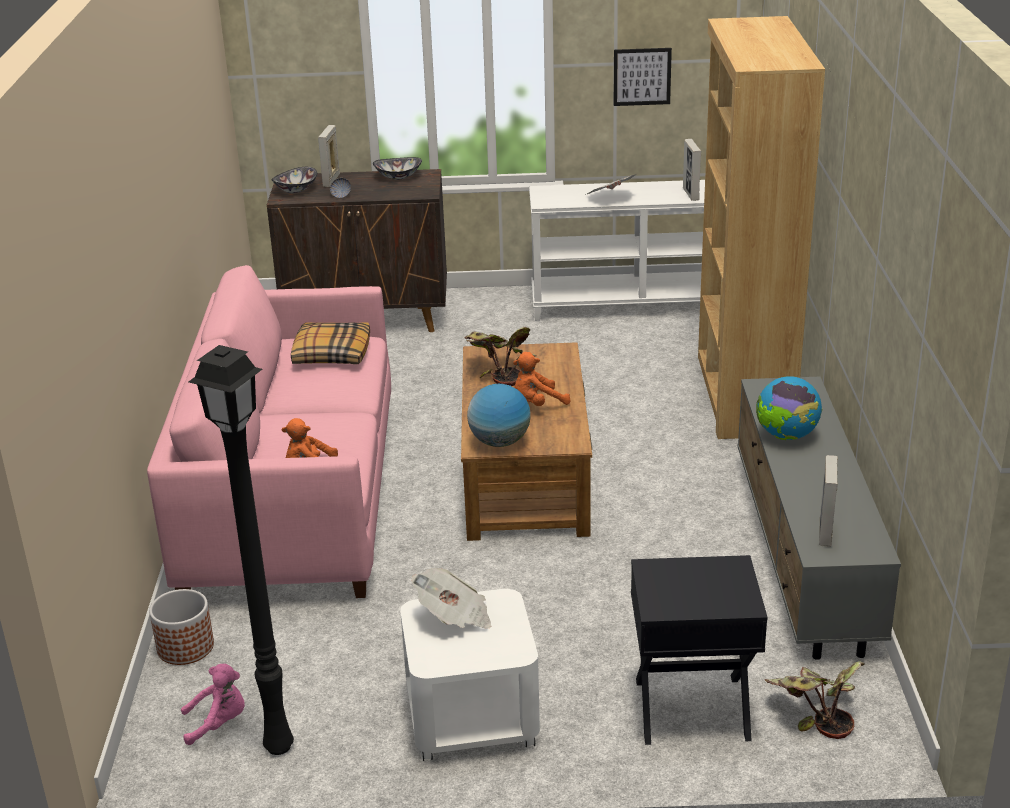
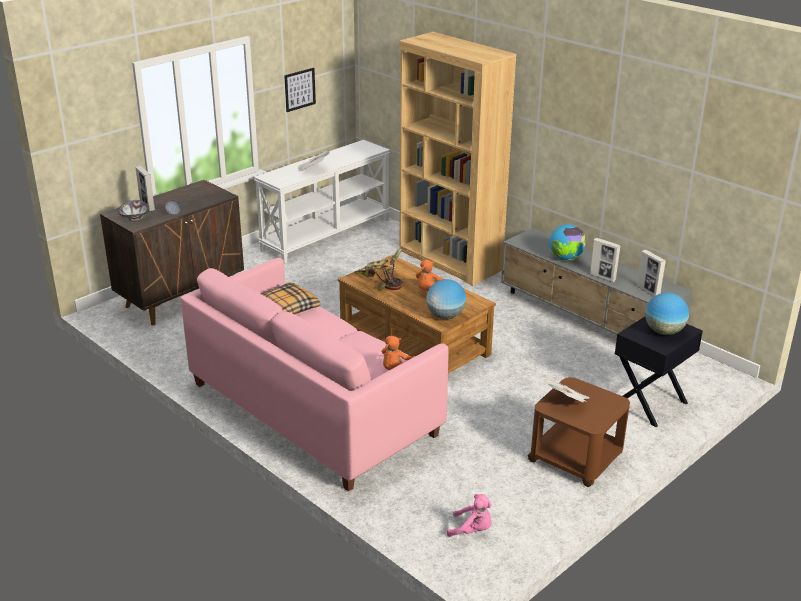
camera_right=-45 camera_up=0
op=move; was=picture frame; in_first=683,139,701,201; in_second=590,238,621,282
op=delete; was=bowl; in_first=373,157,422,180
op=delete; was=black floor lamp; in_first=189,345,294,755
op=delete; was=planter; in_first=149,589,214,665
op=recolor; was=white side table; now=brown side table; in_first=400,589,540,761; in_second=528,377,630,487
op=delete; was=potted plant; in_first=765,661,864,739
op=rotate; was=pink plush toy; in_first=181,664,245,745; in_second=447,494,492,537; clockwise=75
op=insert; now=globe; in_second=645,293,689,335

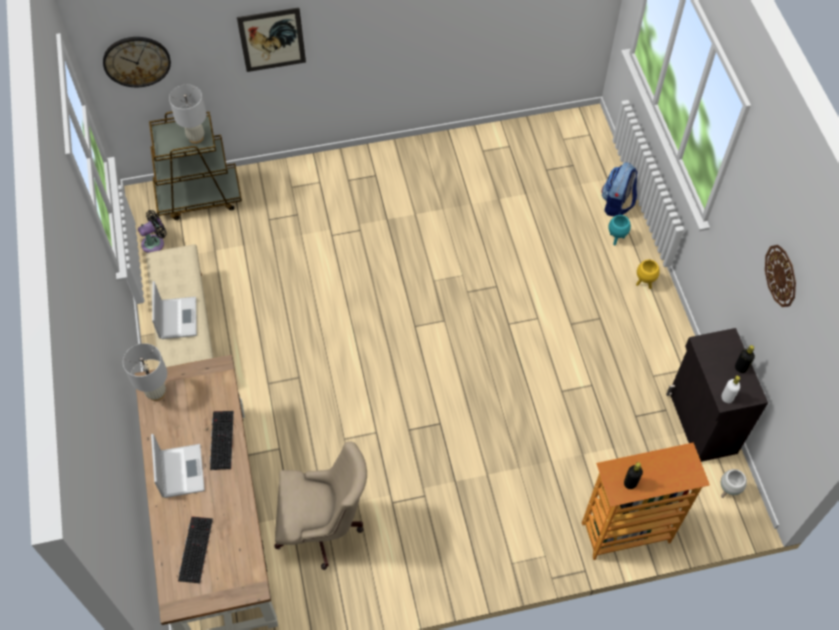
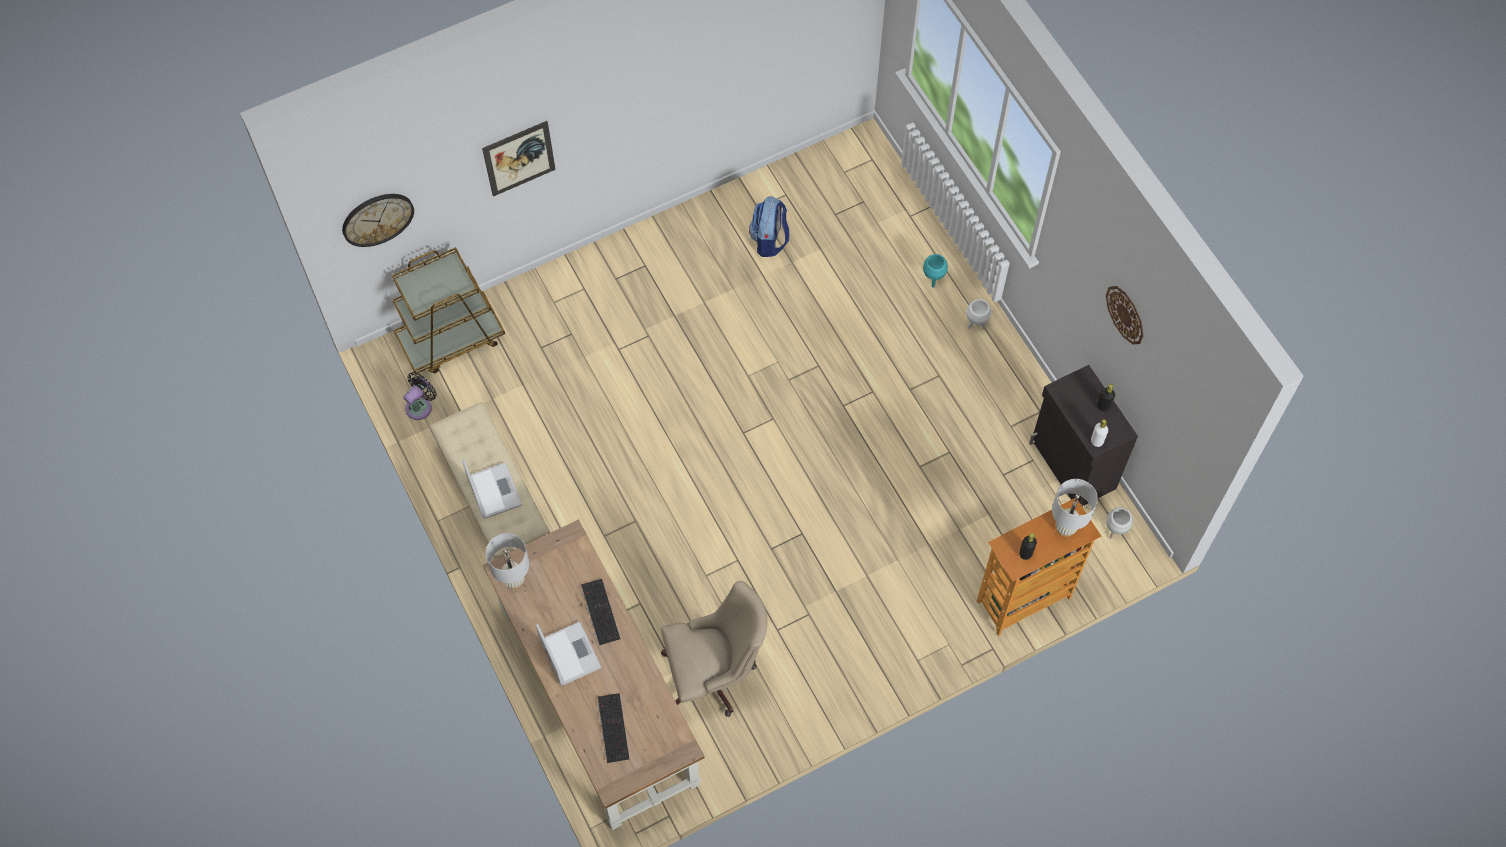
camera_right=-15 camera_up=5
op=move; was=white table lamp; in_first=169,85,207,144; in_second=1052,479,1098,537
op=move; was=backpack; in_first=601,162,638,216; in_second=749,196,789,257
op=recolor; was=yellow planter; now=white planter; in_first=636,260,660,289; in_second=966,299,991,329

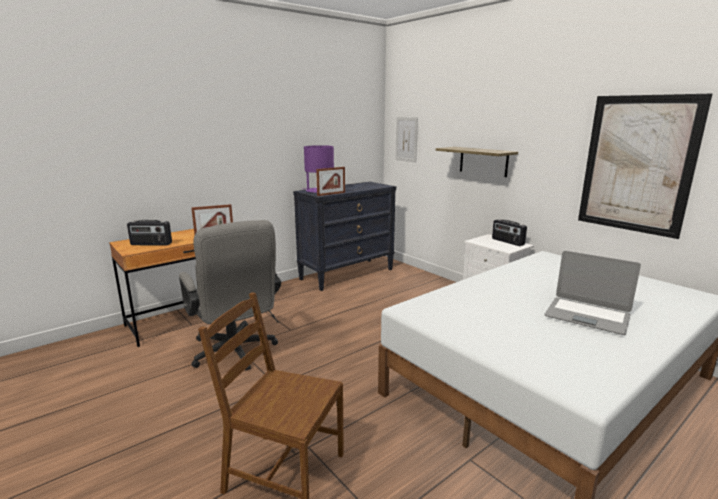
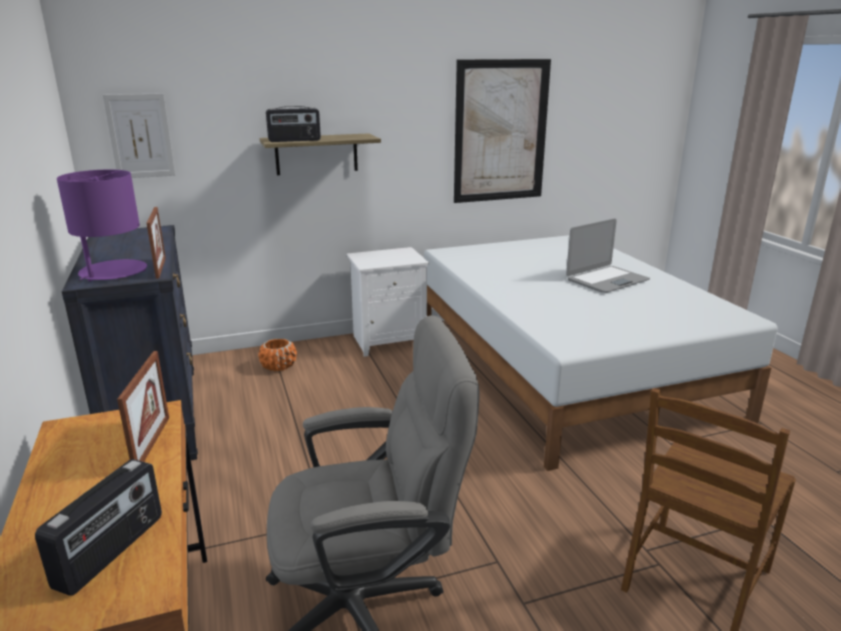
camera_right=-70 camera_up=5
op=move; was=radio; in_first=492,219,527,246; in_second=266,106,321,142
op=insert; now=orange planter; in_second=258,339,297,371

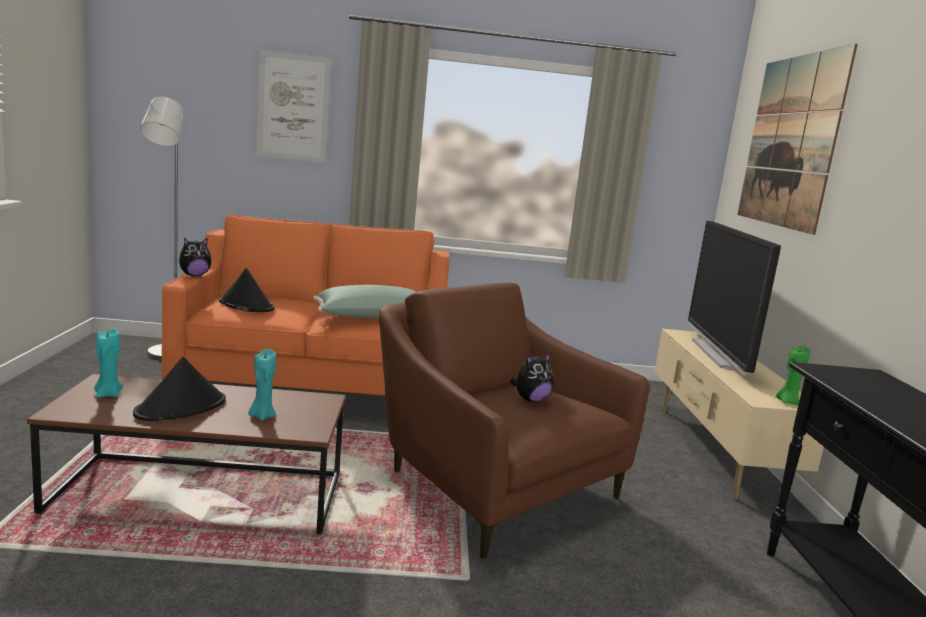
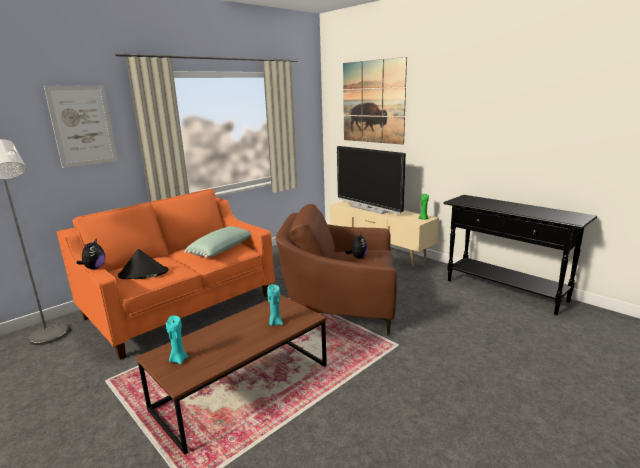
camera_right=-40 camera_up=5
op=delete; was=black hat; in_first=133,357,226,421

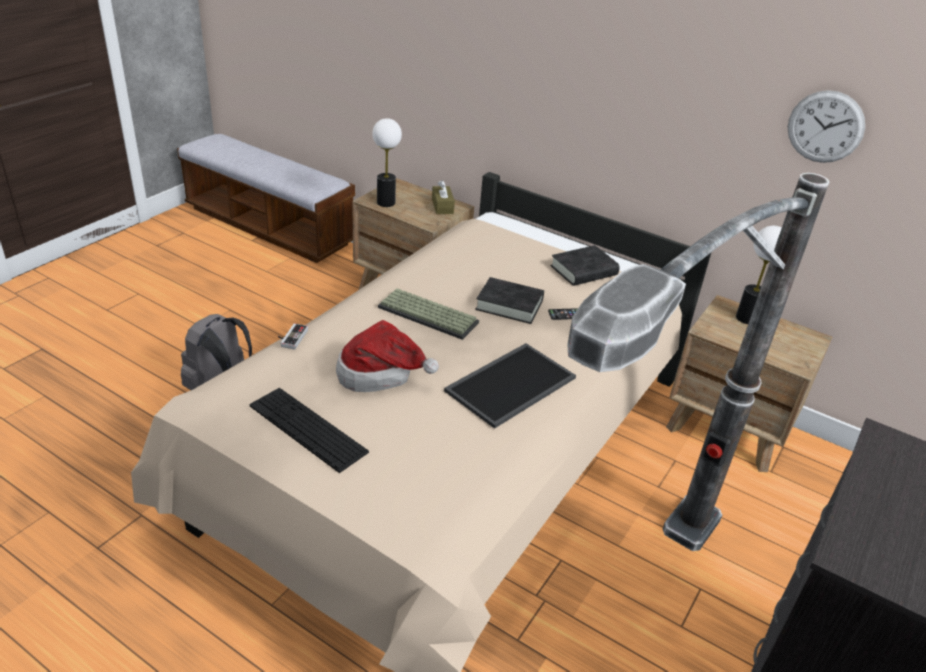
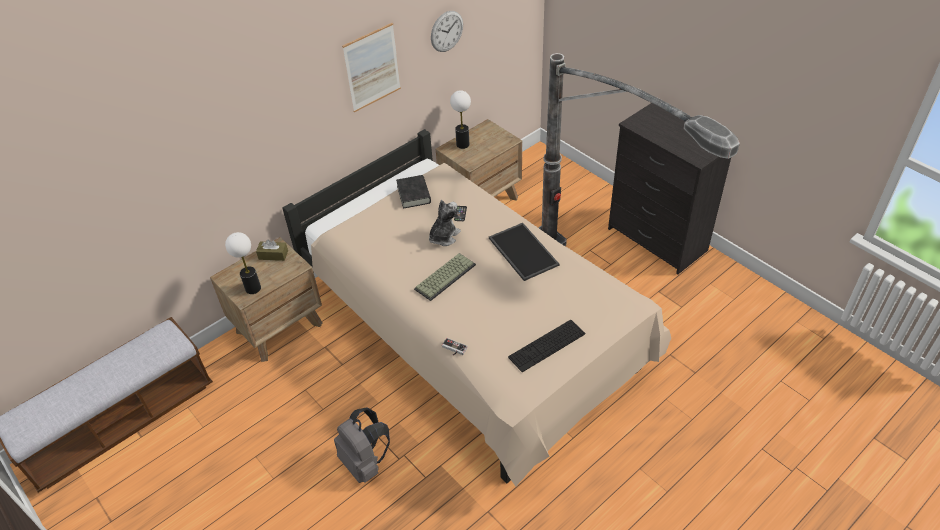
camera_right=-70 camera_up=10
op=replace; was=black book; now=plush toy; in_first=475,277,544,324; in_second=429,200,461,246
op=delete; was=hat; in_first=336,320,439,392
op=insert; now=picture; in_second=342,23,401,112

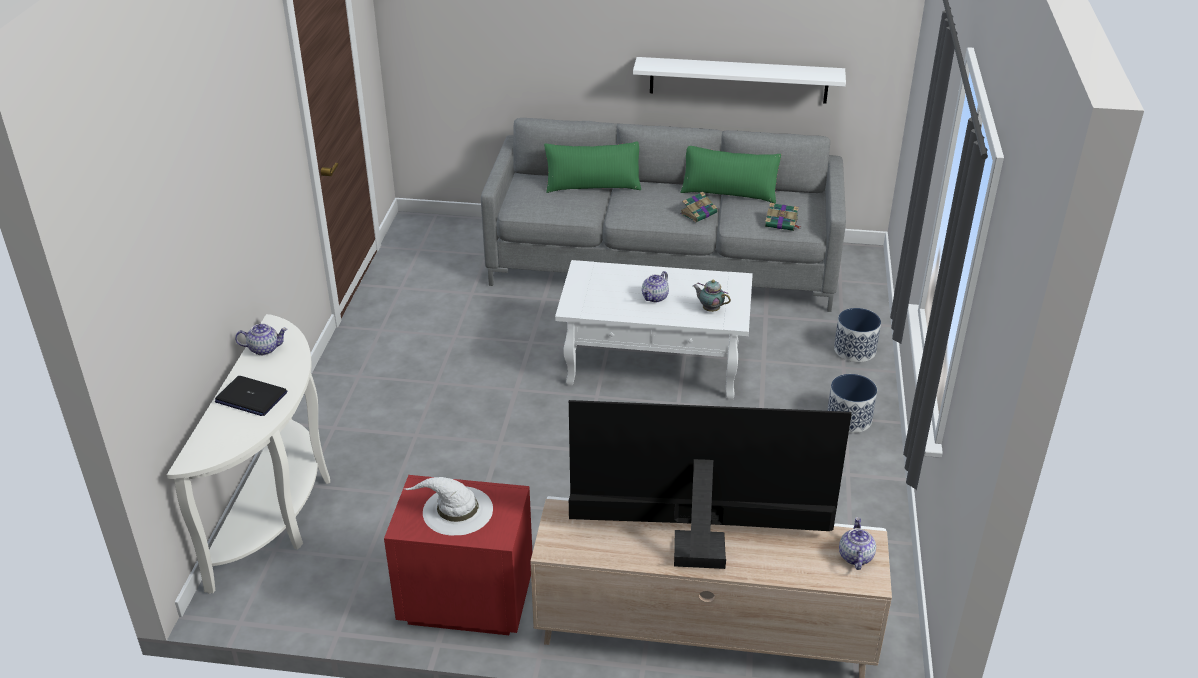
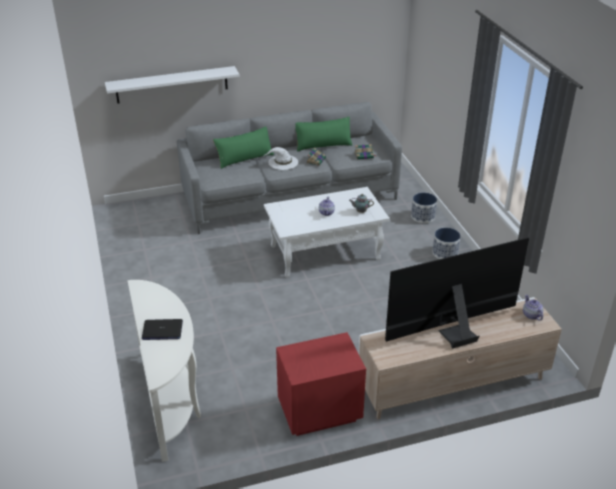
camera_right=-25 camera_up=0
op=move; was=white shelf; in_first=633,57,846,104; in_second=105,66,240,103
op=delete; was=teapot; in_first=235,324,287,355
op=move; was=white hat; in_first=404,477,493,535; in_second=265,147,298,170

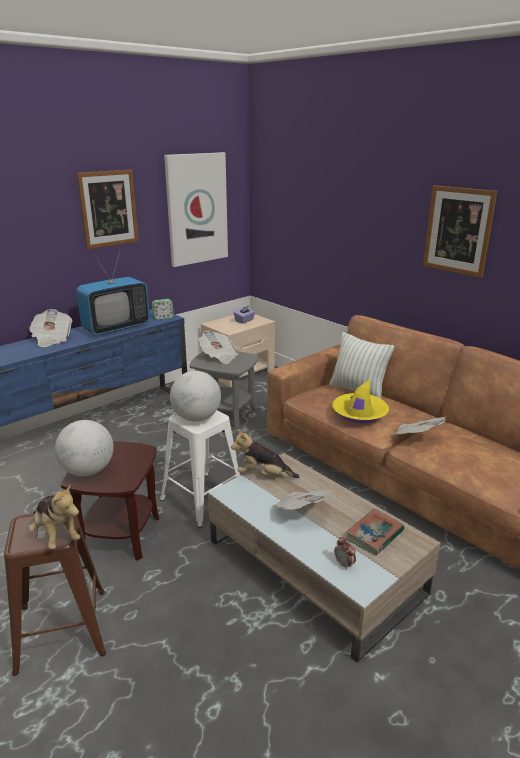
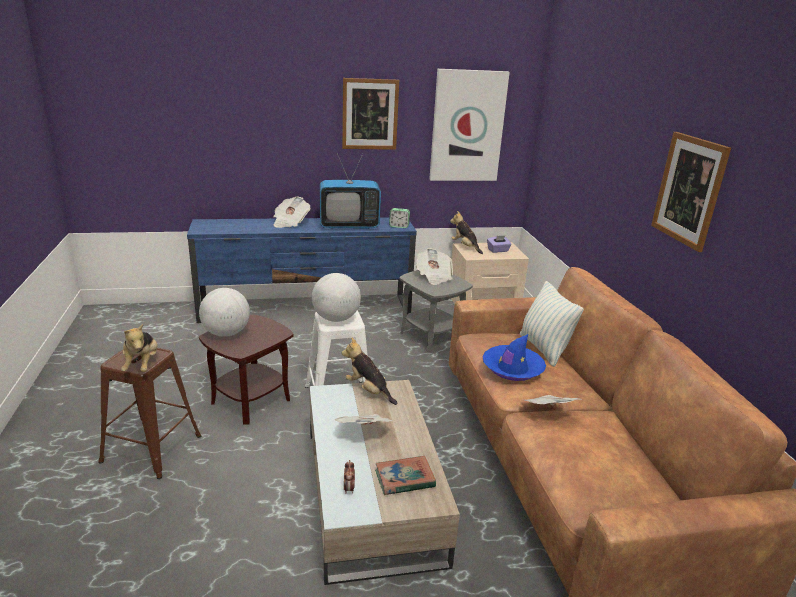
camera_right=30 camera_up=0
op=recolor; was=yellow hat; now=blue hat; in_first=332,379,389,423; in_second=482,334,546,381
op=insert; now=plush toy; in_second=450,211,483,254

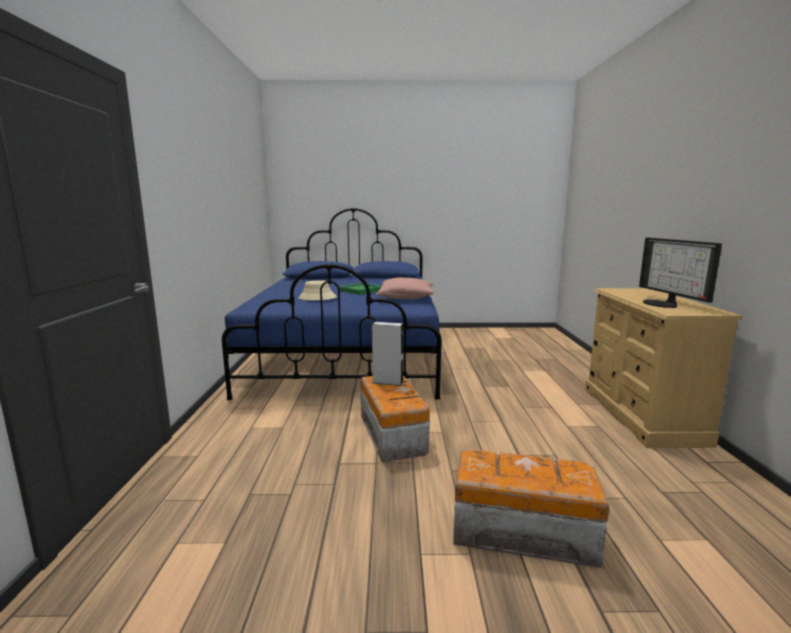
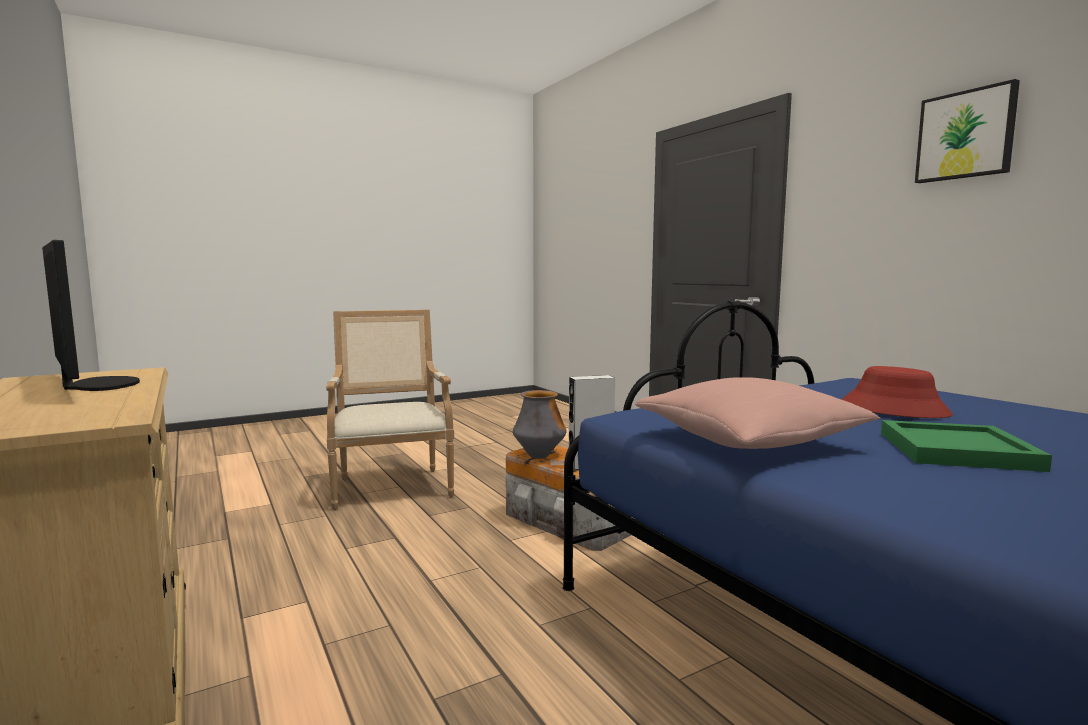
camera_right=150 camera_up=-5
op=recolor; was=beige hat; now=red hat; in_first=299,280,337,300; in_second=841,366,953,418
op=replace; was=storage box; now=armchair; in_first=453,449,609,568; in_second=326,310,454,510
op=insert; now=picture; in_second=915,79,1020,183
op=insert; now=vase; in_second=513,390,567,459

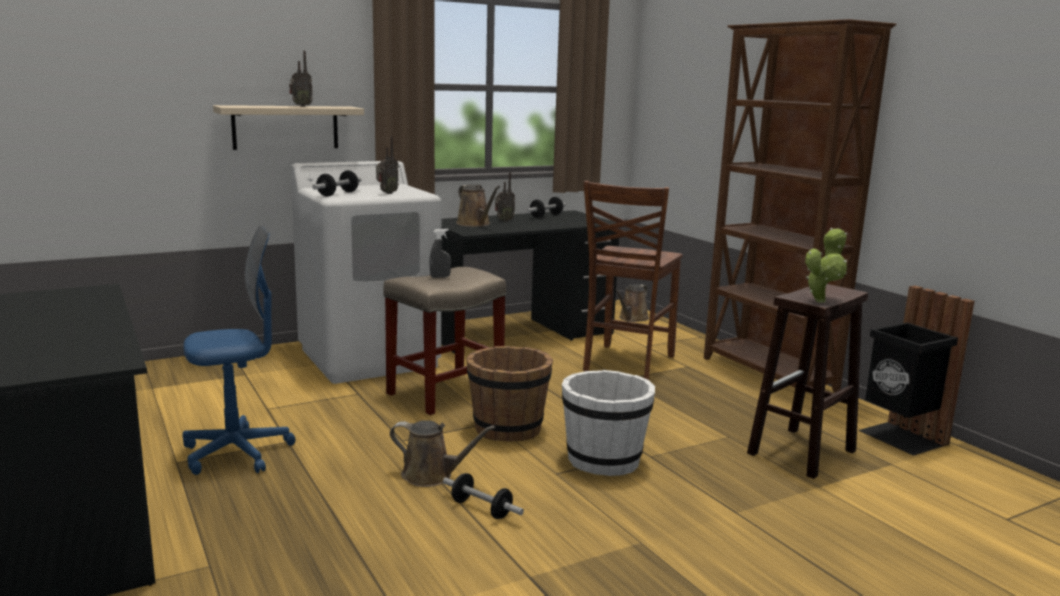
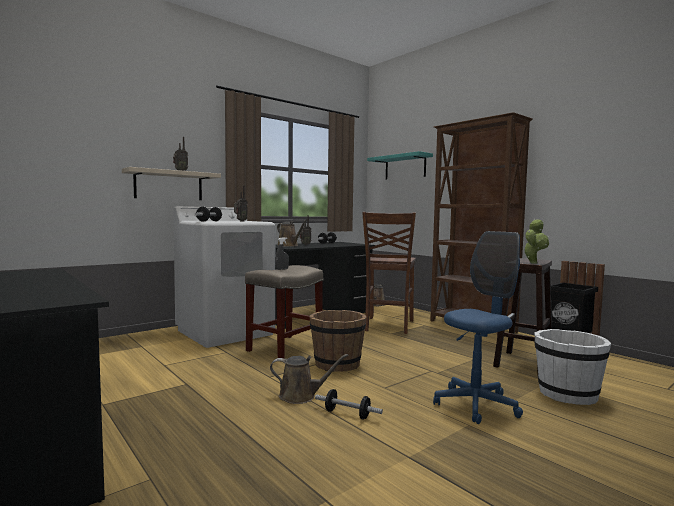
camera_right=-10 camera_up=-10
op=move; was=blue office chair; in_first=183,226,295,475; in_second=433,231,523,424
op=move; was=white bucket; in_first=562,370,655,476; in_second=534,329,611,405
op=insert; now=turquoise shelf; in_second=367,151,433,179

